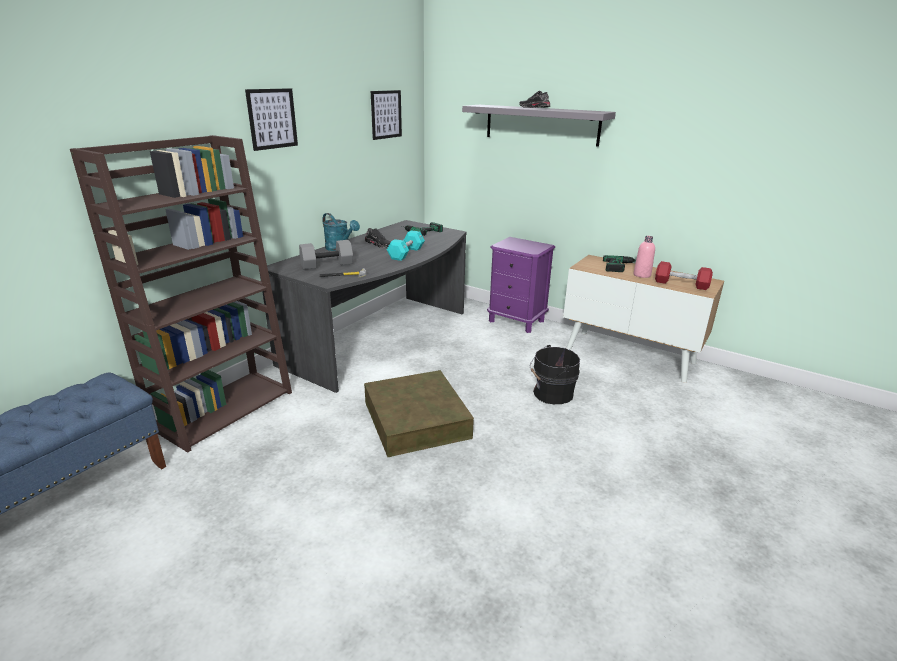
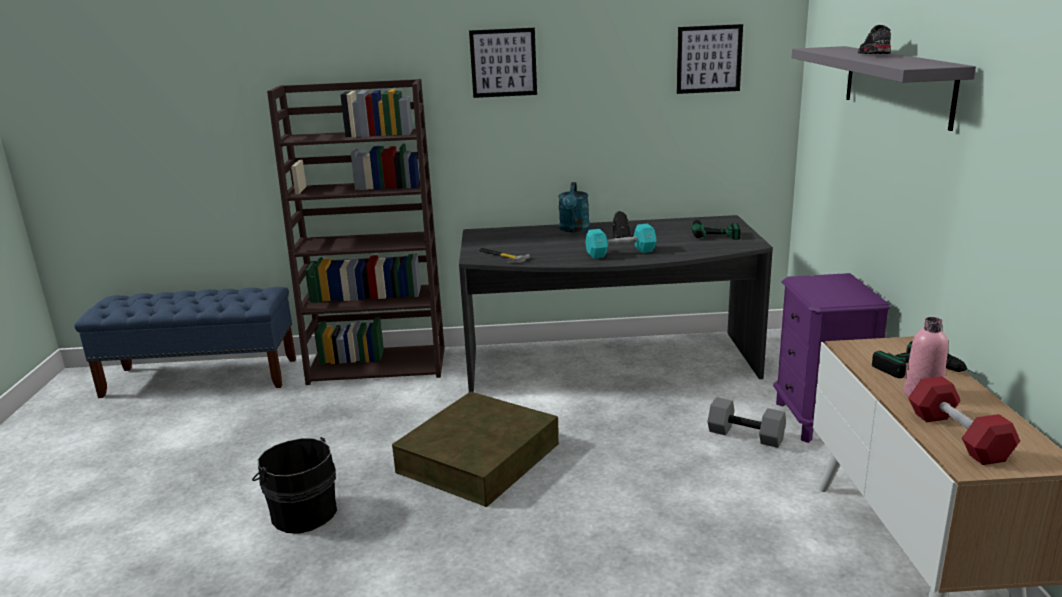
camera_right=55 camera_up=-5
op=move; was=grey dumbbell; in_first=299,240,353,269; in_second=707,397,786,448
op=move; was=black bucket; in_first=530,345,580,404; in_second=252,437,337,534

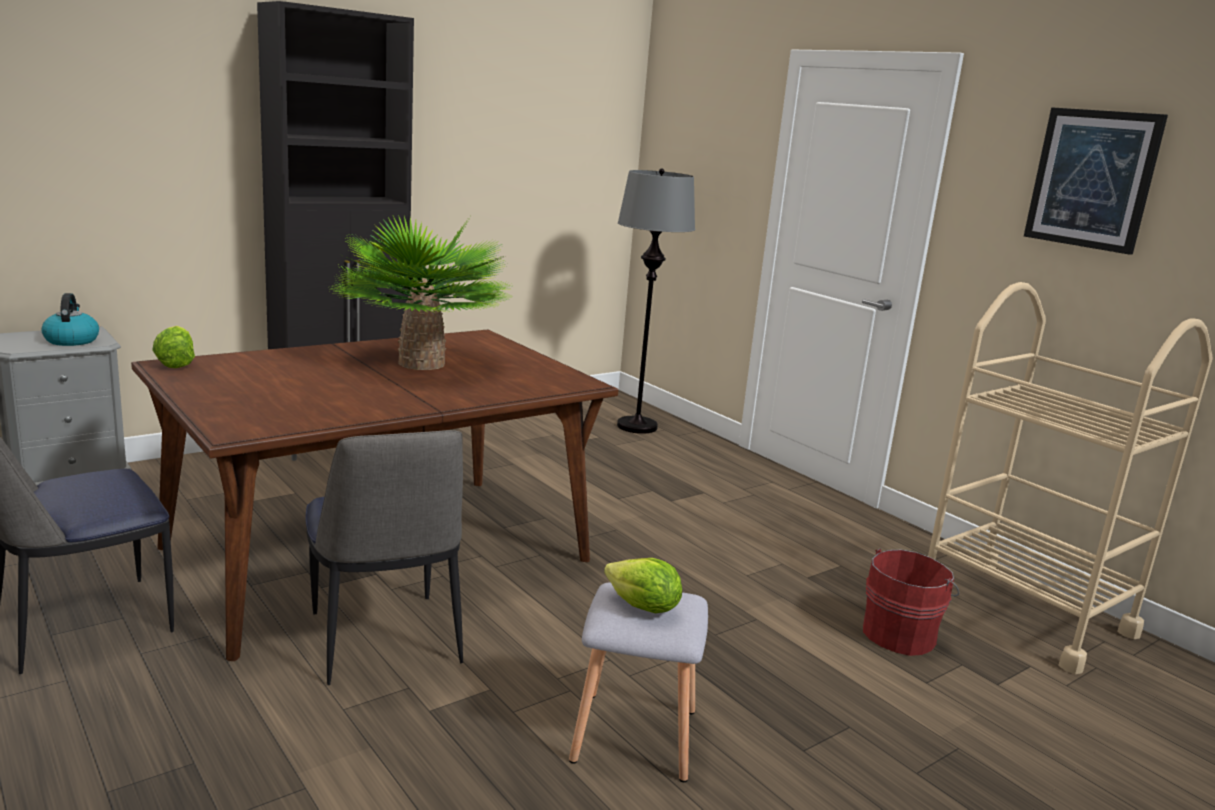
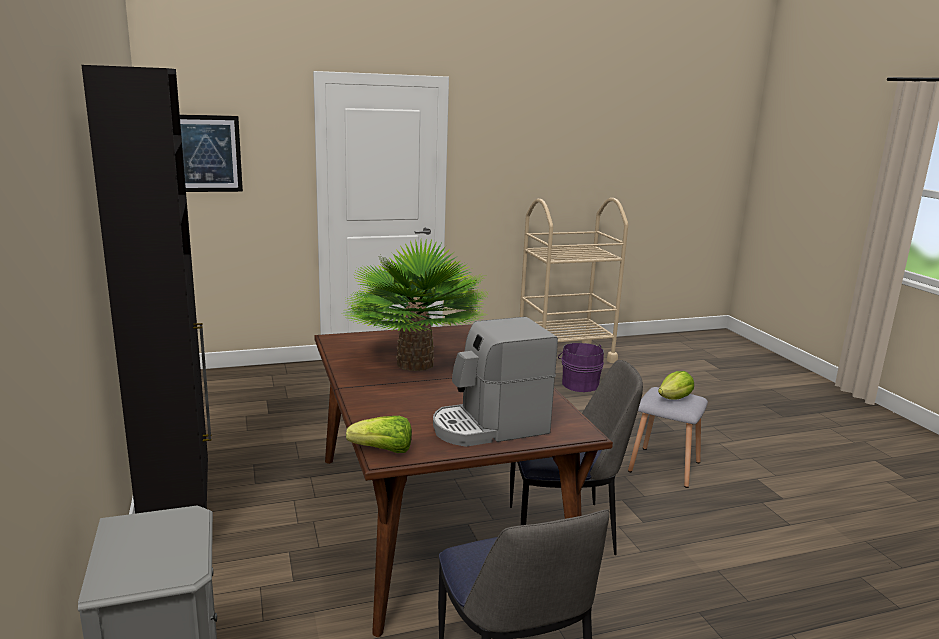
camera_right=-70 camera_up=0
op=move; was=picture; in_first=1024,107,1168,255; in_second=180,115,243,192
op=delete; was=grey floor lamp; in_first=617,169,695,434
op=delete; was=kettle; in_first=41,293,99,346
op=recolor; was=red bucket; now=purple bucket; in_first=863,549,960,656; in_second=558,343,604,392
op=insert; now=coffee machine; in_second=433,317,558,447

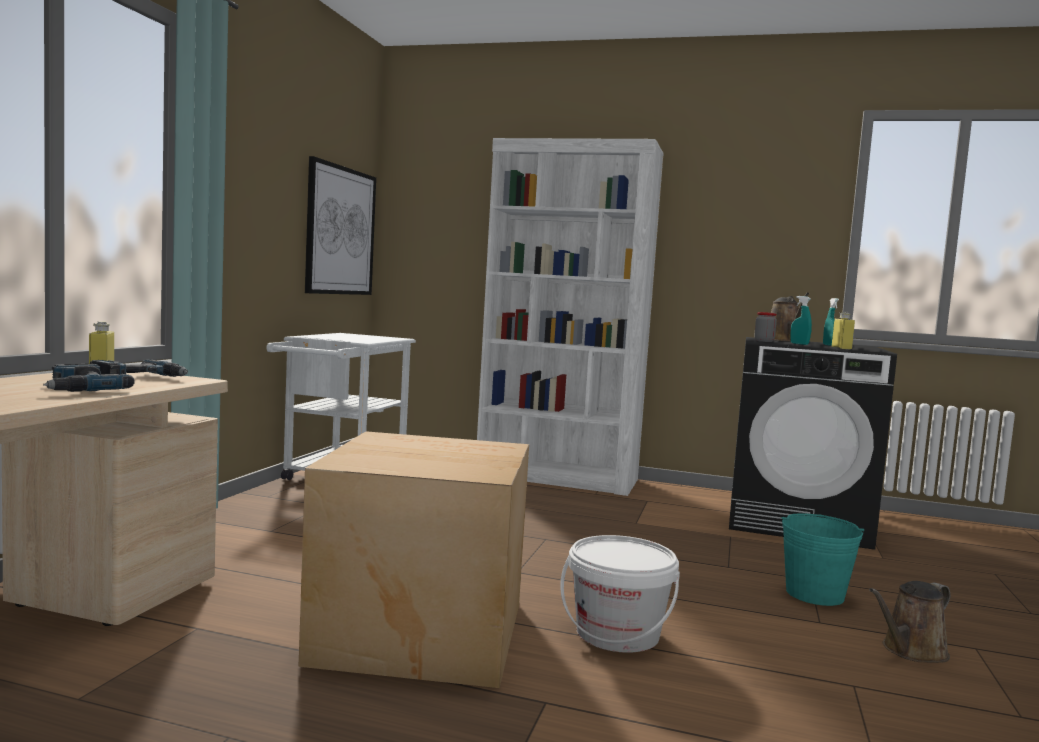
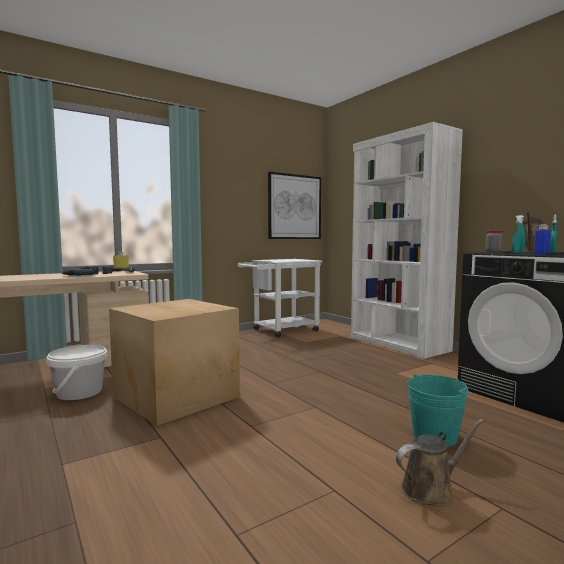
camera_right=40 camera_up=0
op=recolor; was=yellow bottle; now=blue bottle; in_first=832,311,855,349; in_second=534,224,551,254
op=move; was=white bucket; in_first=560,535,680,653; in_second=46,345,107,400
op=rotate; was=brown watering can; in_first=869,581,950,663; in_second=396,419,484,506; clockwise=150

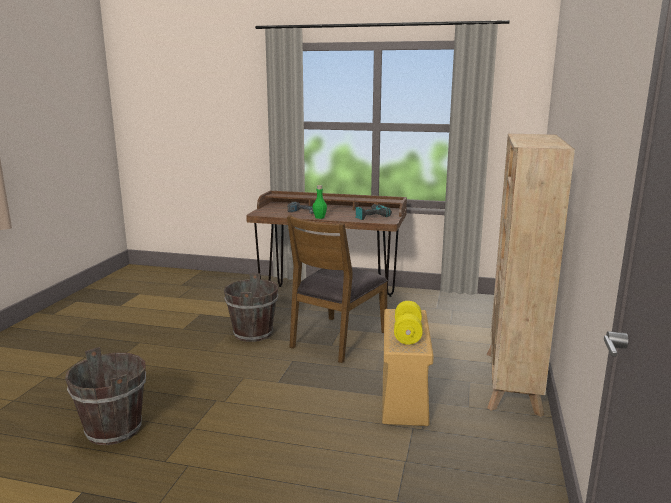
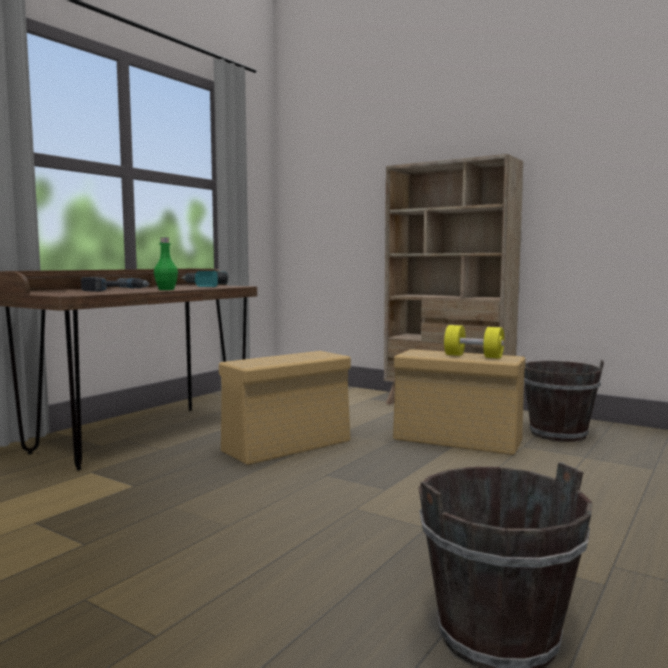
camera_right=-70 camera_up=-10
op=replace; was=brown chair; now=beige storage box; in_first=287,215,388,363; in_second=219,351,351,465
op=move; was=brown bucket; in_first=224,273,279,342; in_second=522,355,604,442

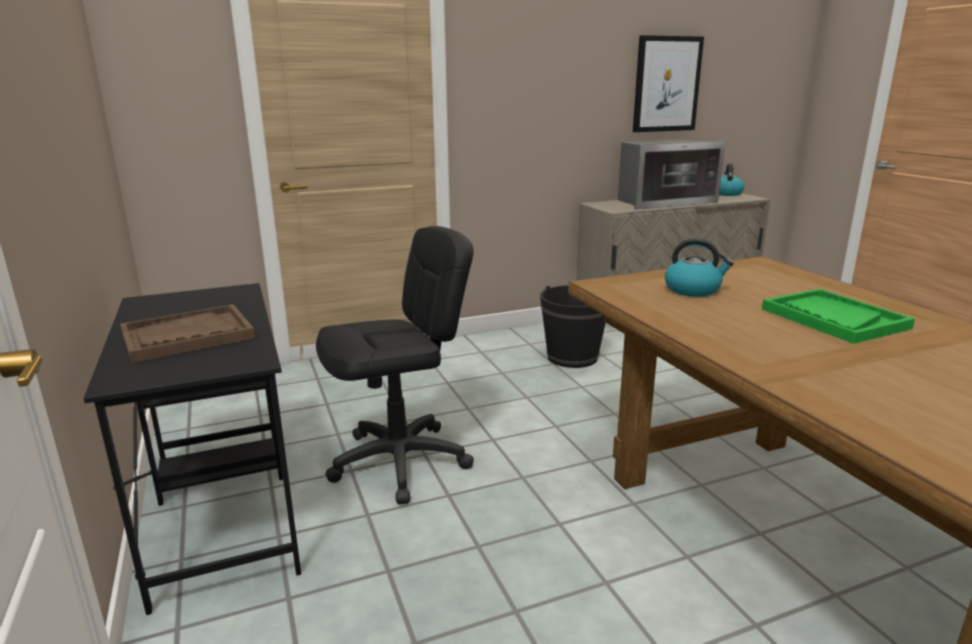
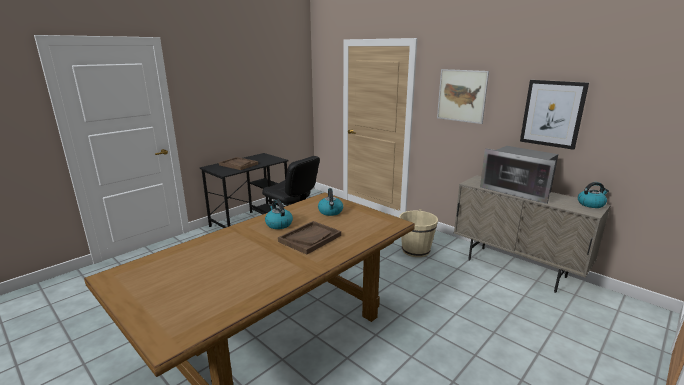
camera_right=65 camera_up=0
op=recolor; was=black bucket; now=beige bucket; in_first=540,285,606,368; in_second=399,209,438,257
op=recolor; was=green tray; now=brown tray; in_first=762,289,915,344; in_second=278,221,341,255
op=insert; now=picture; in_second=437,69,489,124
op=insert; now=kettle; in_second=265,199,293,229

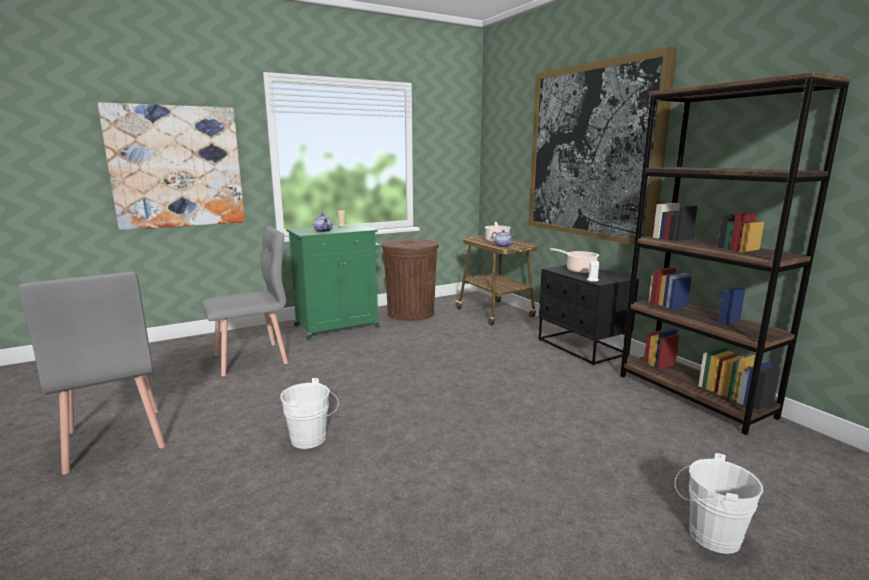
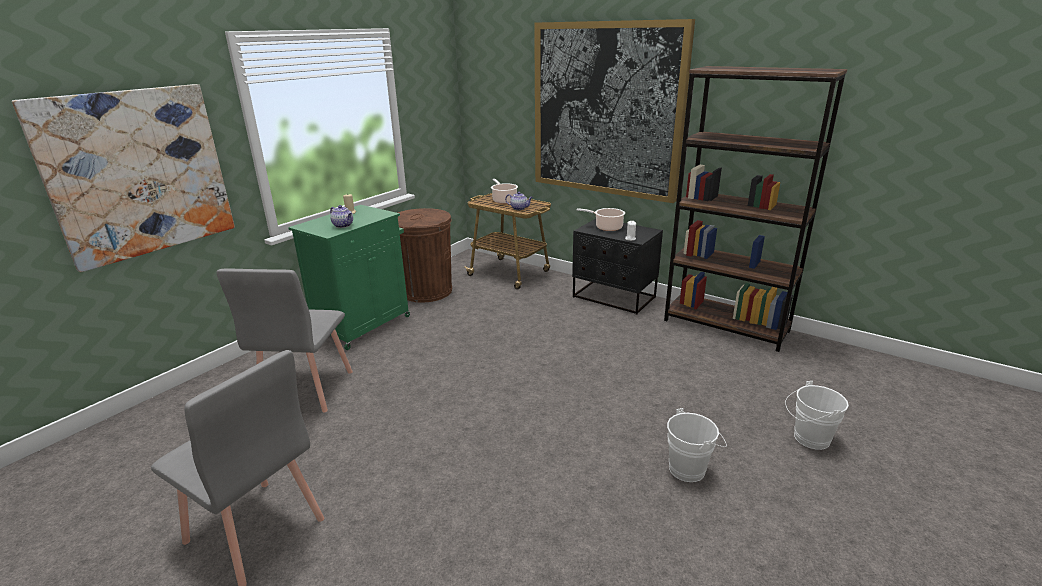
camera_right=-25 camera_up=10
op=rotate; was=grey chair; in_first=202,226,288,376; in_second=217,268,353,412; clockwise=150
op=move; was=white bucket; in_first=280,378,339,449; in_second=667,408,727,482

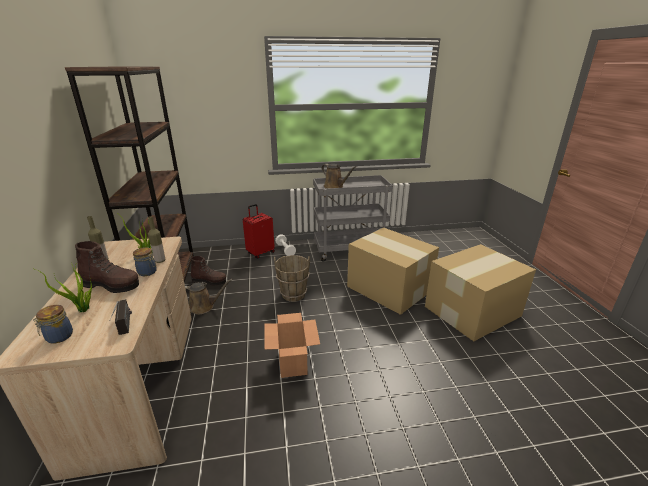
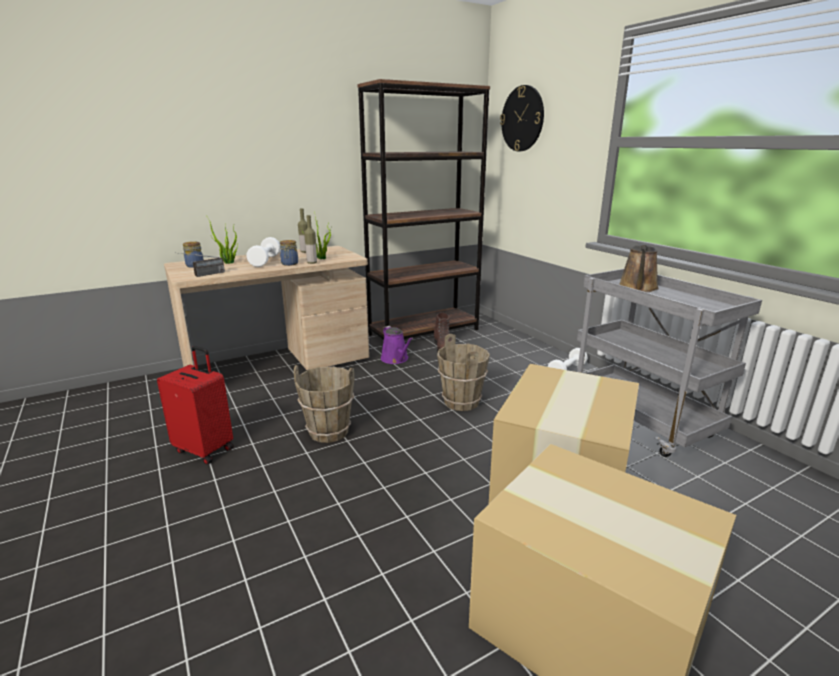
camera_right=70 camera_up=-5
op=move; was=red suitcase; in_first=243,204,275,258; in_second=157,346,234,465
op=replace; was=brown boot; now=white dumbbell; in_first=75,241,139,293; in_second=246,237,281,267
op=recolor; was=brown watering can; now=purple watering can; in_first=185,279,233,314; in_second=381,326,413,364
op=replace; was=cardboard box; now=brown bucket; in_first=264,313,320,378; in_second=293,365,355,443
op=insert; now=wall clock; in_second=500,85,544,151

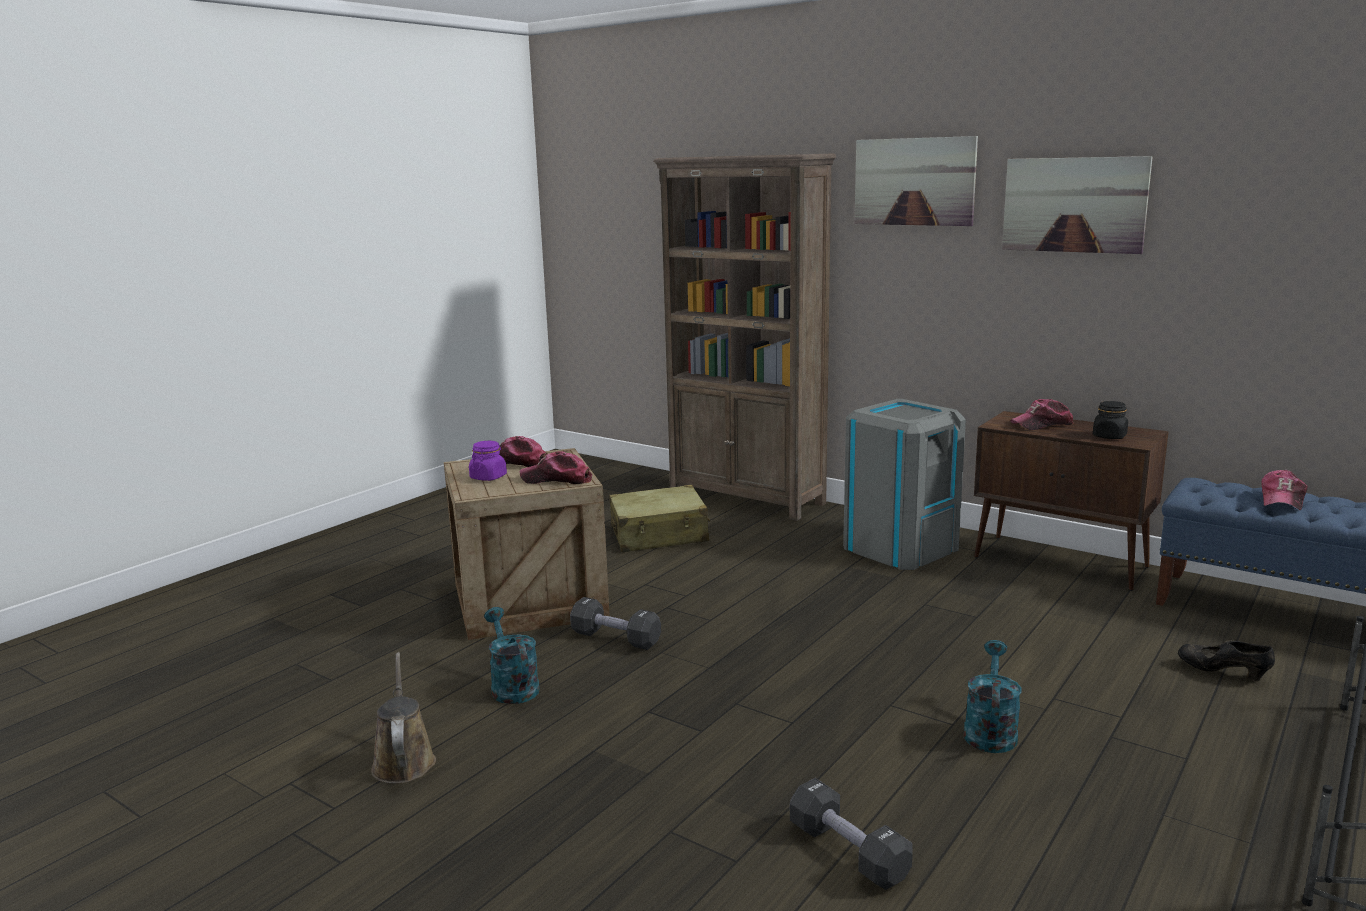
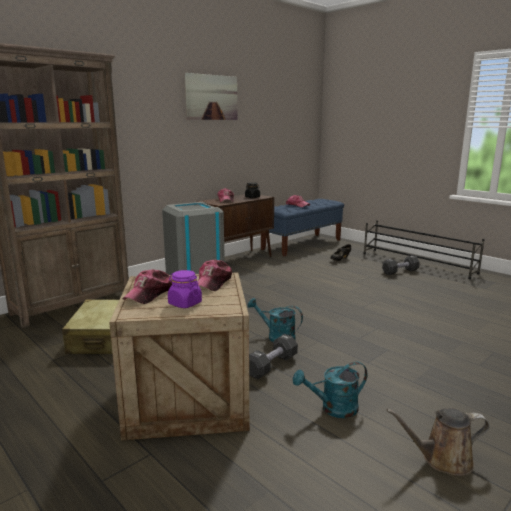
camera_right=-80 camera_up=0
op=delete; was=picture; in_first=855,136,978,226
op=move; was=turquoise watering can; in_first=964,640,1022,753; in_second=247,298,303,342
op=move; was=black dumbbell; in_first=790,778,913,890; in_second=382,255,420,275

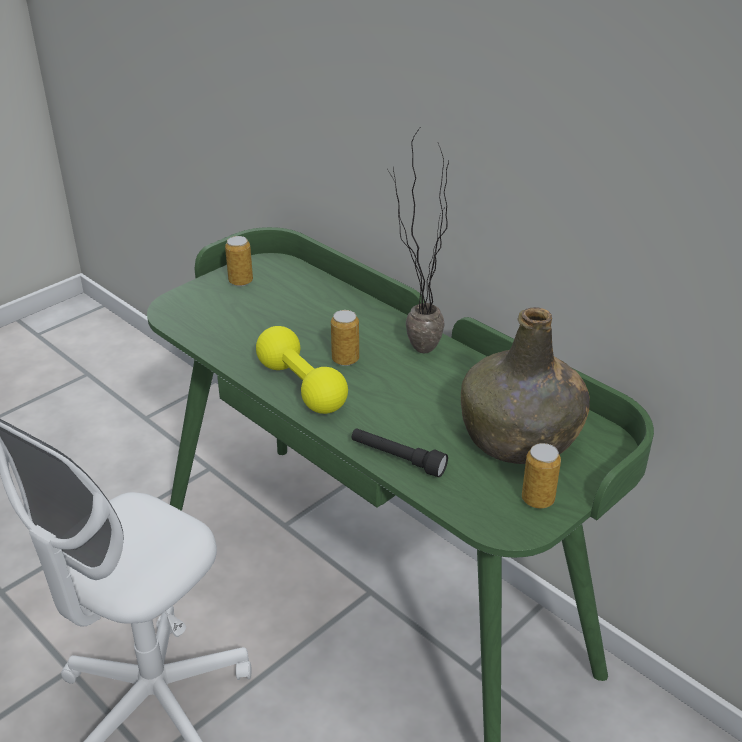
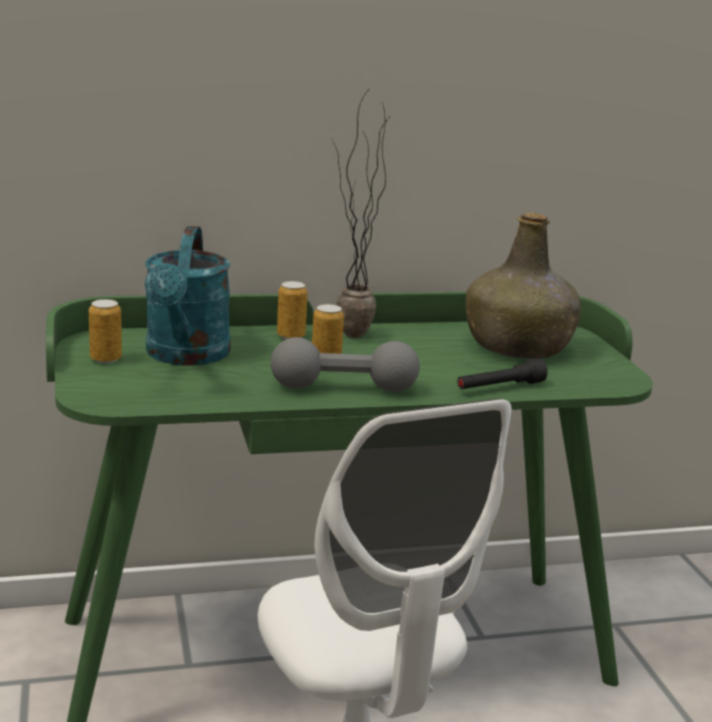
camera_right=-60 camera_up=-15
op=recolor; was=yellow dumbbell; now=grey dumbbell; in_first=256,326,348,414; in_second=270,337,420,392
op=move; was=can; in_first=522,443,561,508; in_second=277,281,308,339
op=insert; now=turquoise watering can; in_second=145,226,231,366

